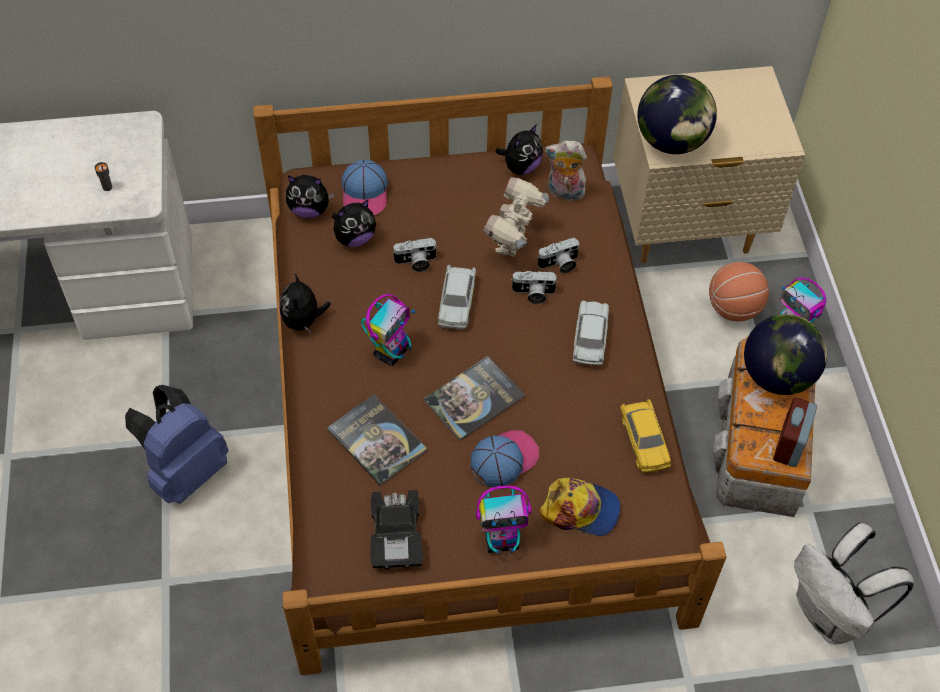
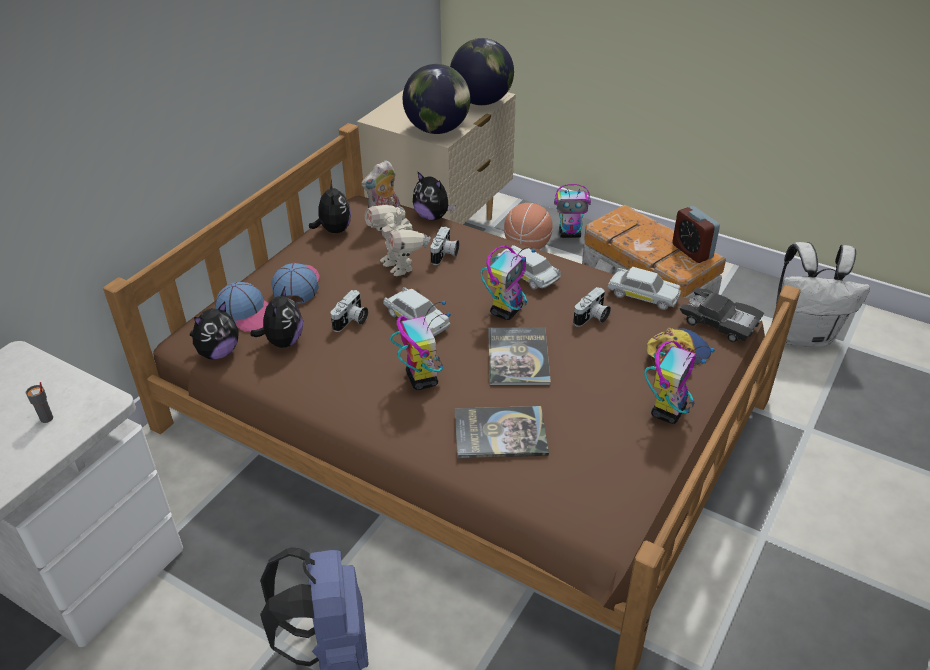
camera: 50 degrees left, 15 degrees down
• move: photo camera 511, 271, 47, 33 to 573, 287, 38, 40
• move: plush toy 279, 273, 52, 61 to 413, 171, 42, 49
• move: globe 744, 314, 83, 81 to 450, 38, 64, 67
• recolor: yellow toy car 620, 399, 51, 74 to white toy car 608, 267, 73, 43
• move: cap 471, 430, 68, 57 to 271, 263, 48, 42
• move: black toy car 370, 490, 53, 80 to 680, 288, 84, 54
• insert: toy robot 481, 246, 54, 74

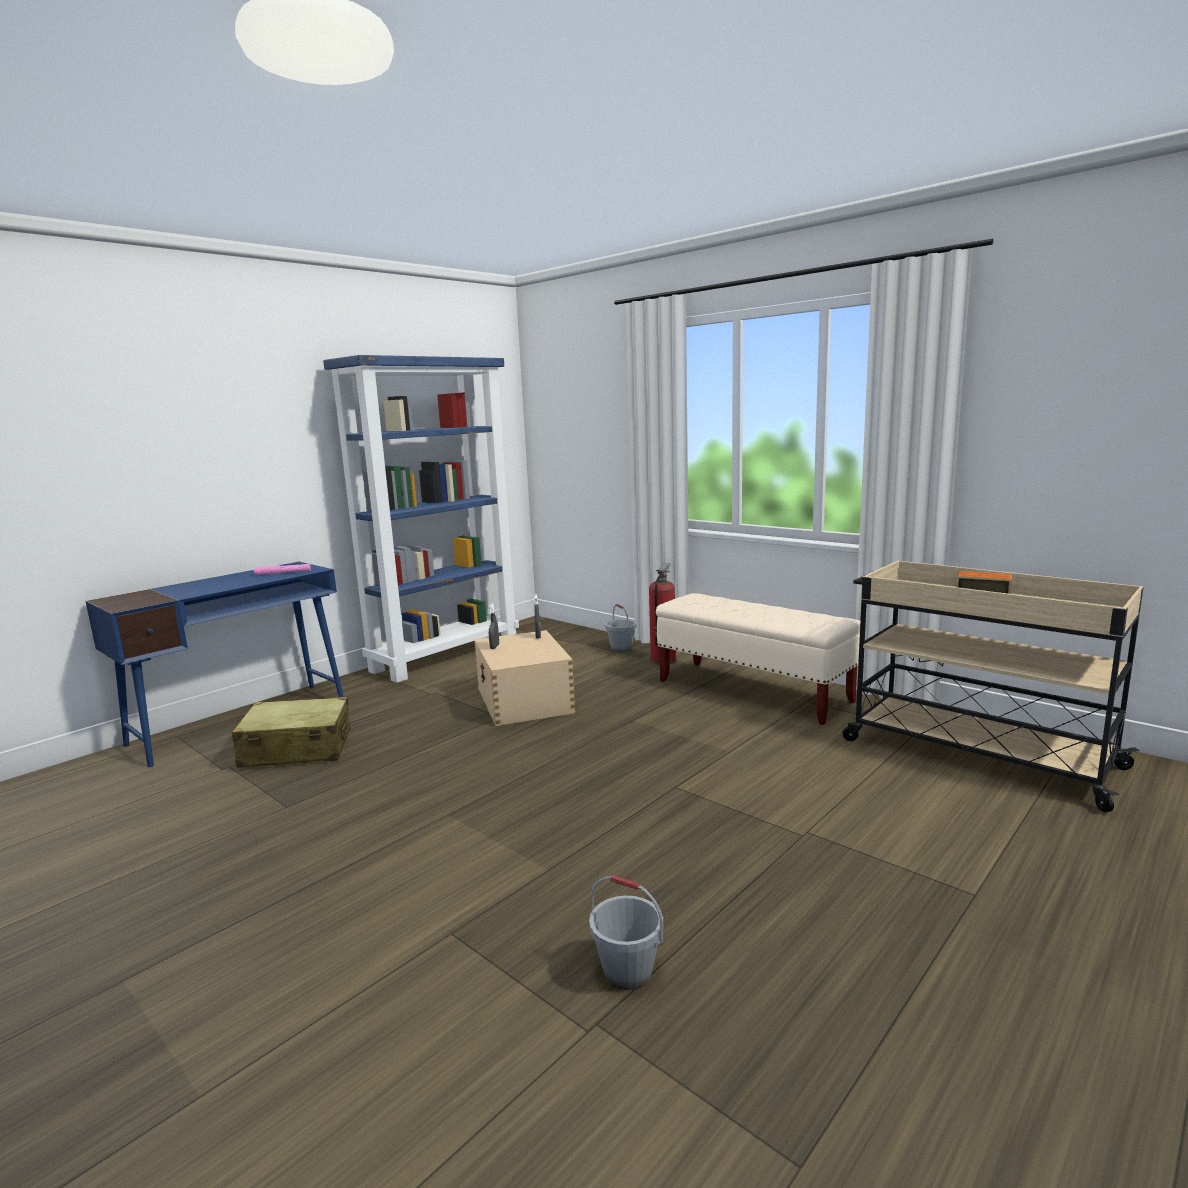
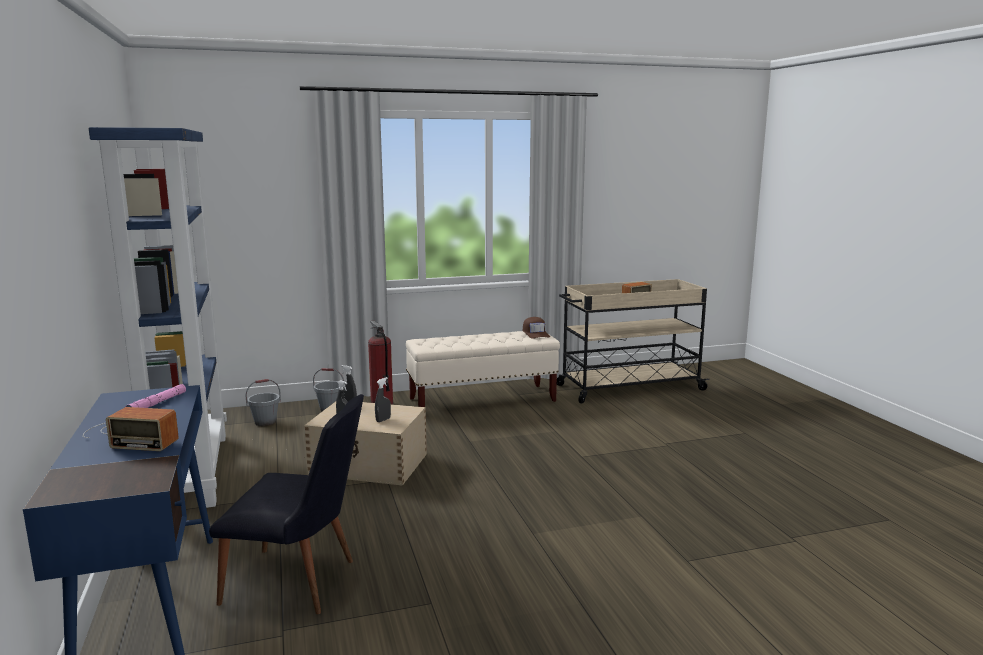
camera: 60 degrees left, 0 degrees up
• replace: beige suitcase 232, 697, 119, 71 to black chair 209, 394, 155, 220
• move: grey bucket 589, 875, 74, 115 to 245, 379, 36, 47
• insert: brown cap 523, 317, 27, 21
• insert: grey spray bottle 375, 377, 16, 45
• insert: radio 82, 407, 97, 44

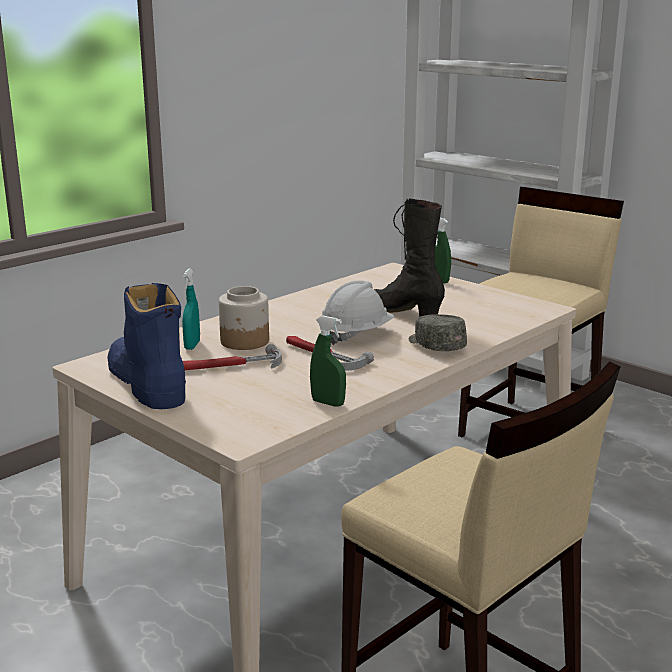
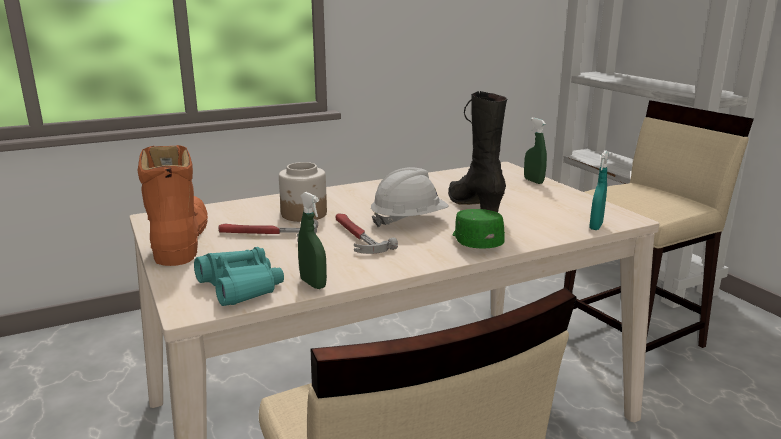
camera: 20 degrees right, 0 degrees up
• move: turquoise spray bottle 182, 268, 18, 82 to 589, 151, 20, 79
• recolor: blue boot 107, 283, 79, 126 to orange boot 137, 145, 71, 121
• recolor: grey cap 409, 314, 58, 37 to green cap 453, 209, 52, 40
• insert: turquoise binoculars 194, 247, 90, 59

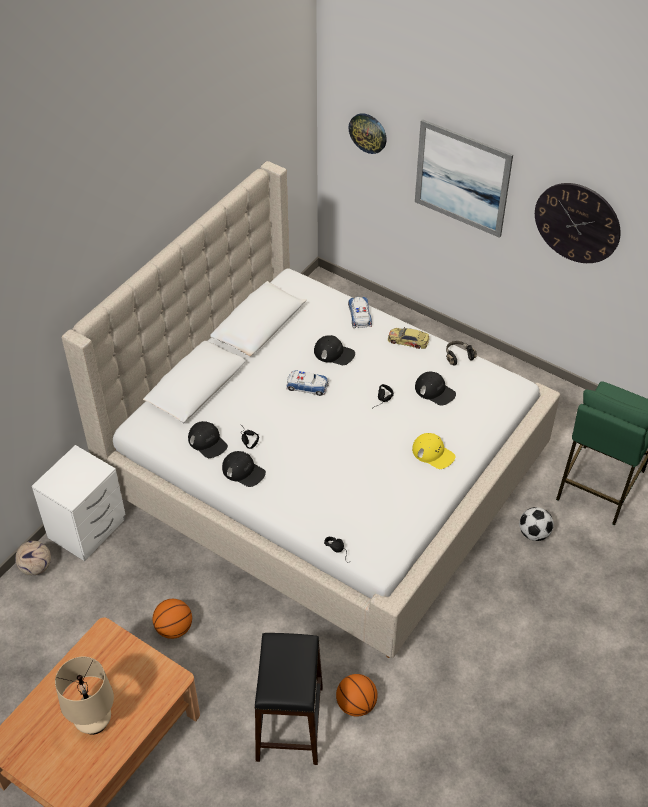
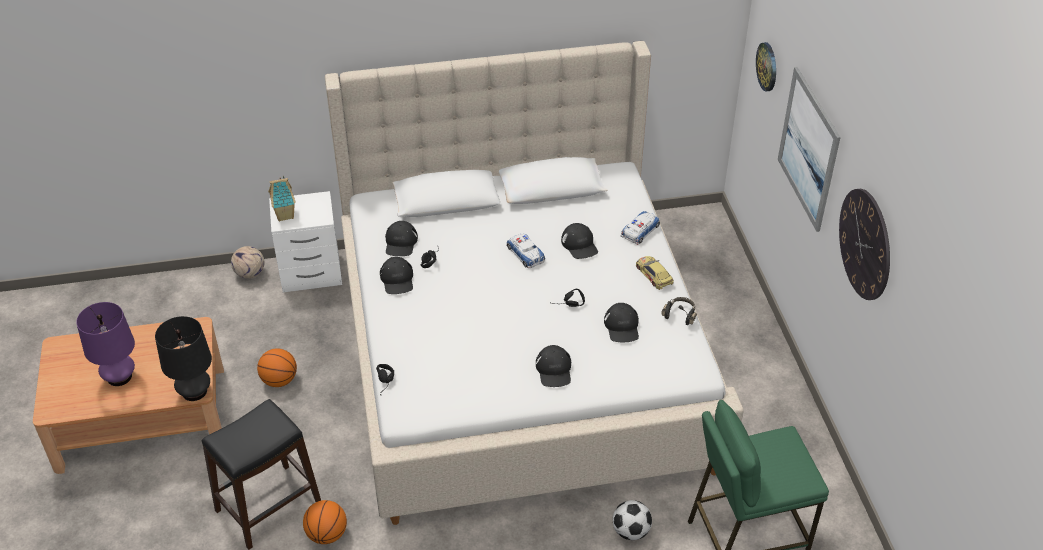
camera: 45 degrees right, 5 degrees down
• recolor: yellow cap 412, 433, 43, 36 to black cap 536, 345, 35, 42
• recolor: beige table lamp 55, 656, 59, 79 to purple table lamp 76, 302, 59, 84
• insert: toy house 268, 176, 28, 46
• insert: black table lamp 155, 316, 57, 85

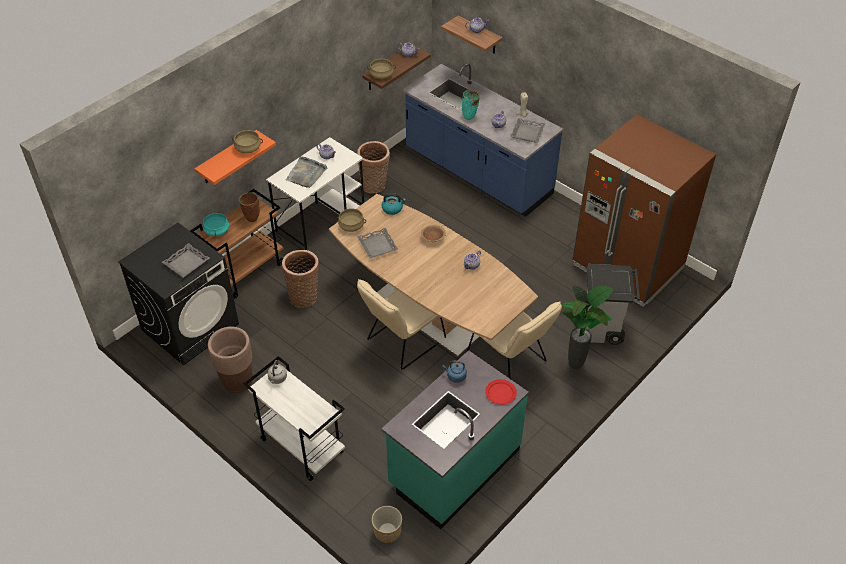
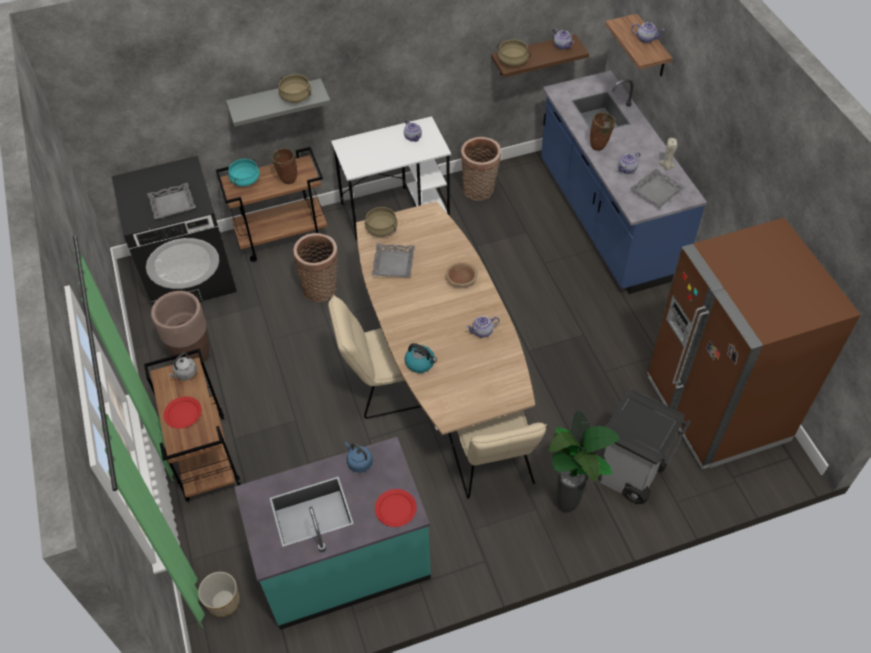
camera: 30 degrees right, 5 degrees up
• recolor: turquoise vase 462, 90, 18, 30 to brown vase 590, 112, 25, 39
• recolor: orange shelf 194, 130, 82, 55 to grey shelf 226, 79, 105, 48
• delete: grey tray 286, 156, 41, 32
• move: kettle 382, 193, 24, 22 to 405, 343, 32, 30
• recolor: white cart 244, 356, 101, 125 to brown cart 144, 348, 97, 154
• insert: red plate 164, 397, 38, 32

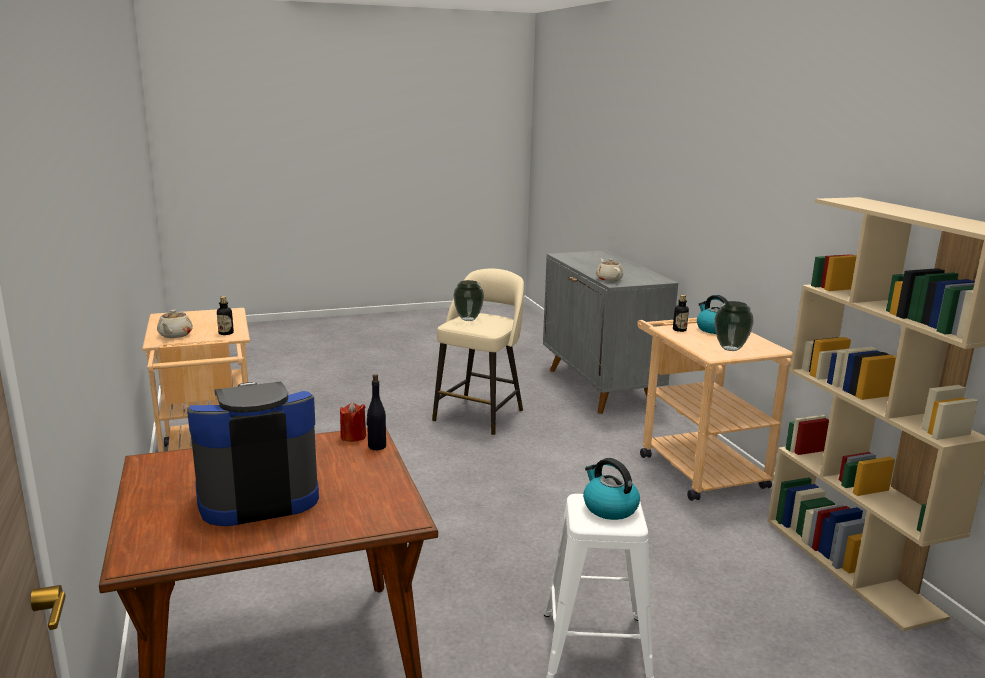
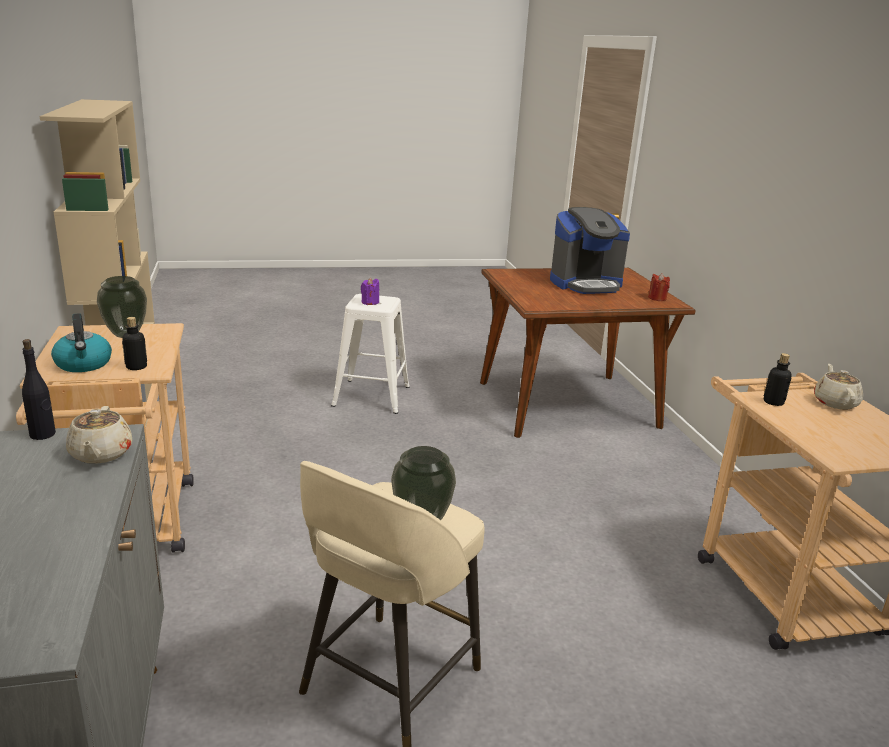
camera: 175 degrees left, 5 degrees up
• move: black bottle 367, 374, 19, 76 to 22, 339, 34, 101
• move: red candle 340, 402, 26, 40 to 648, 273, 22, 28
• replace: kettle 583, 458, 57, 62 to purple candle 361, 278, 18, 27

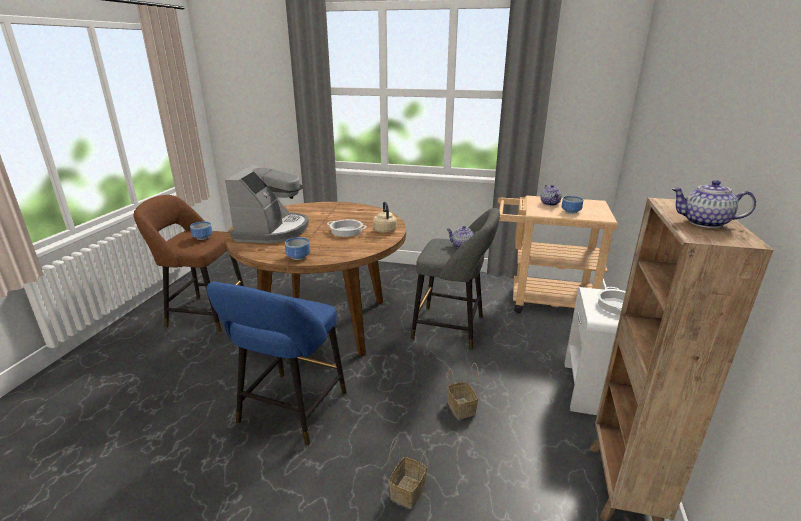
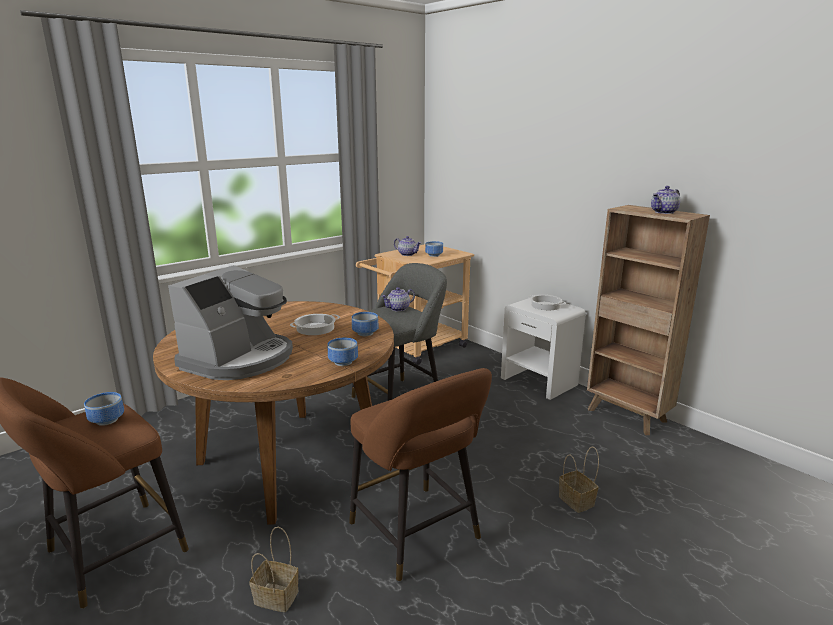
camera: 55 degrees left, 5 degrees down
• rotate: coffee machine 225, 165, 84, 78 = 168, 265, 125, 115 75 degrees clockwise
• delete: beige kettle 373, 202, 24, 31
• recolor: blue stool 207, 282, 139, 164 to brown stool 349, 368, 143, 213
• move: basket 447, 363, 32, 56 to 249, 527, 50, 85
• insert: bowl 352, 312, 27, 24

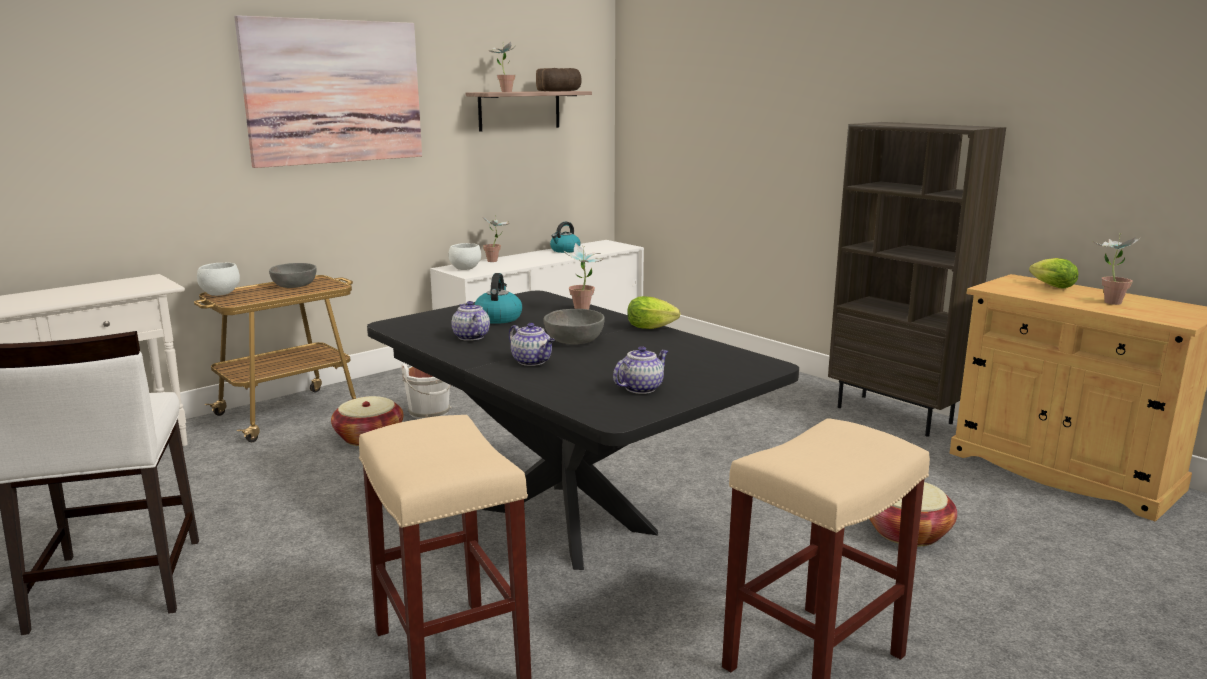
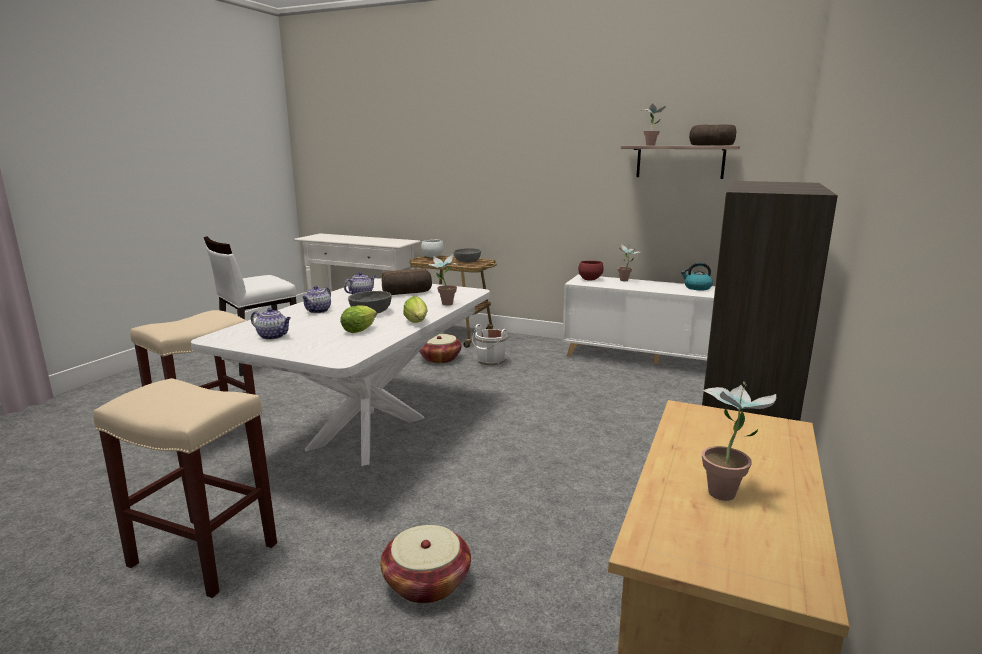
camera: 65 degrees right, 0 degrees up
• delete: picture 234, 15, 188, 153
• recolor: white bowl 449, 243, 32, 27 to red bowl 578, 261, 25, 20
• move: lettuce 1029, 258, 49, 31 to 340, 305, 37, 28
• replace: kettle 474, 273, 48, 51 to bread 382, 268, 50, 27
• recolor: black dining table 367, 291, 432, 279 to white dining table 191, 278, 299, 188

